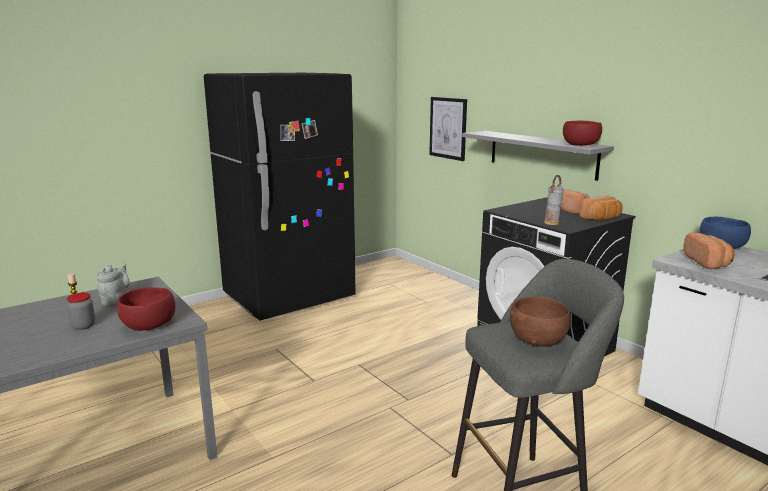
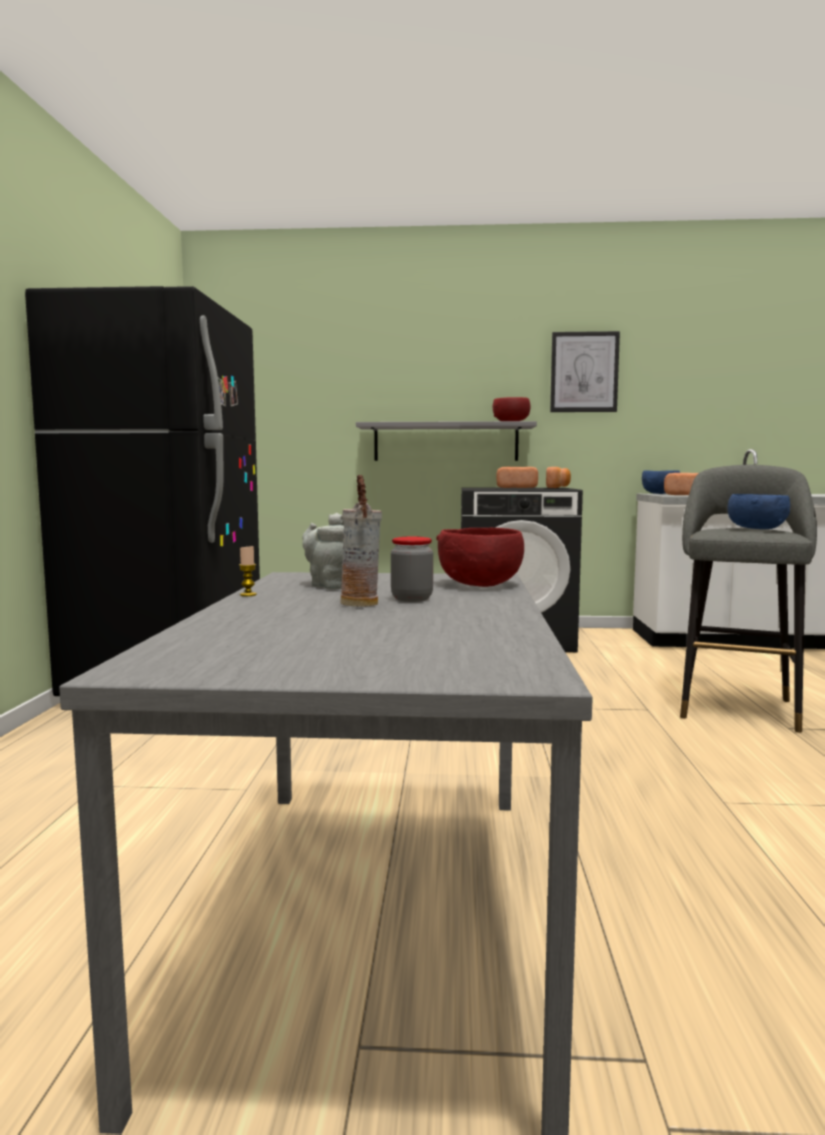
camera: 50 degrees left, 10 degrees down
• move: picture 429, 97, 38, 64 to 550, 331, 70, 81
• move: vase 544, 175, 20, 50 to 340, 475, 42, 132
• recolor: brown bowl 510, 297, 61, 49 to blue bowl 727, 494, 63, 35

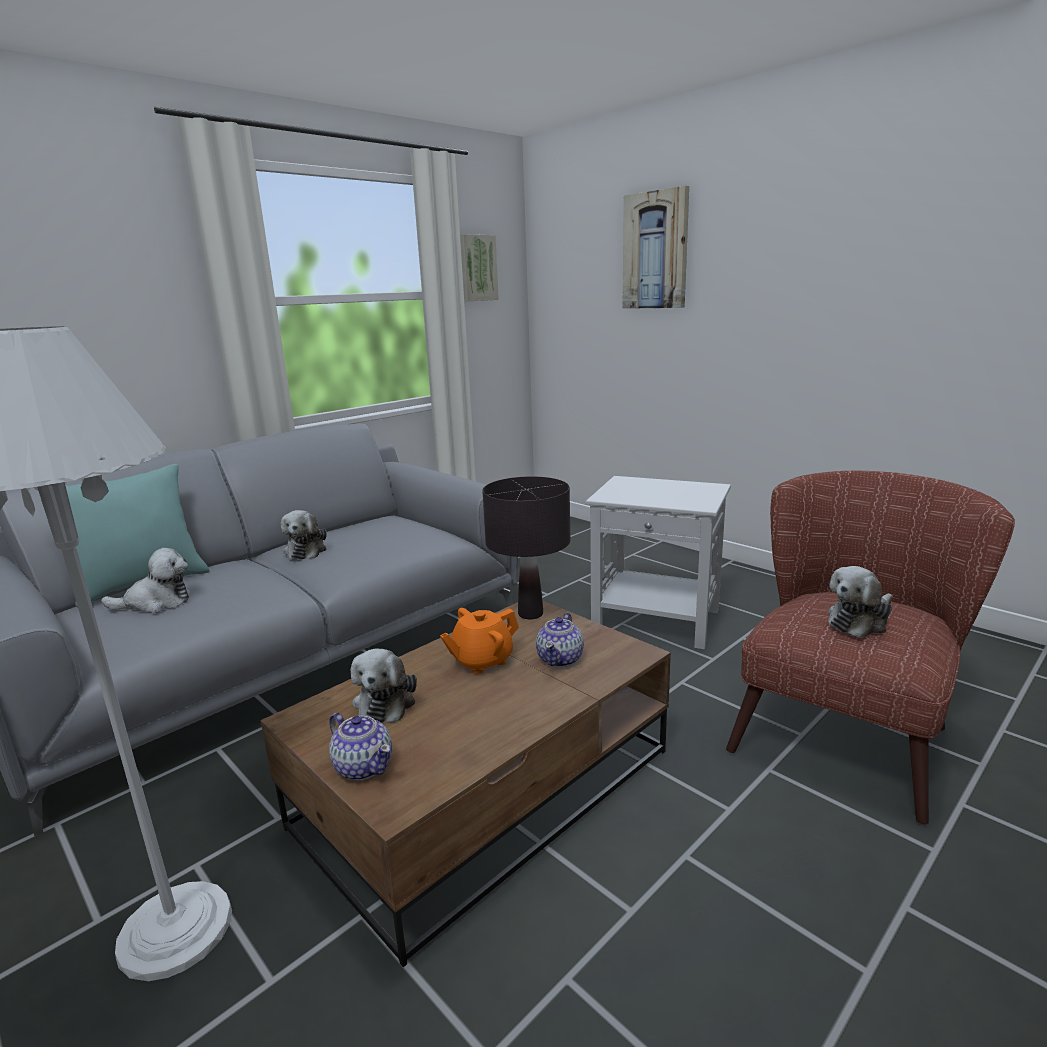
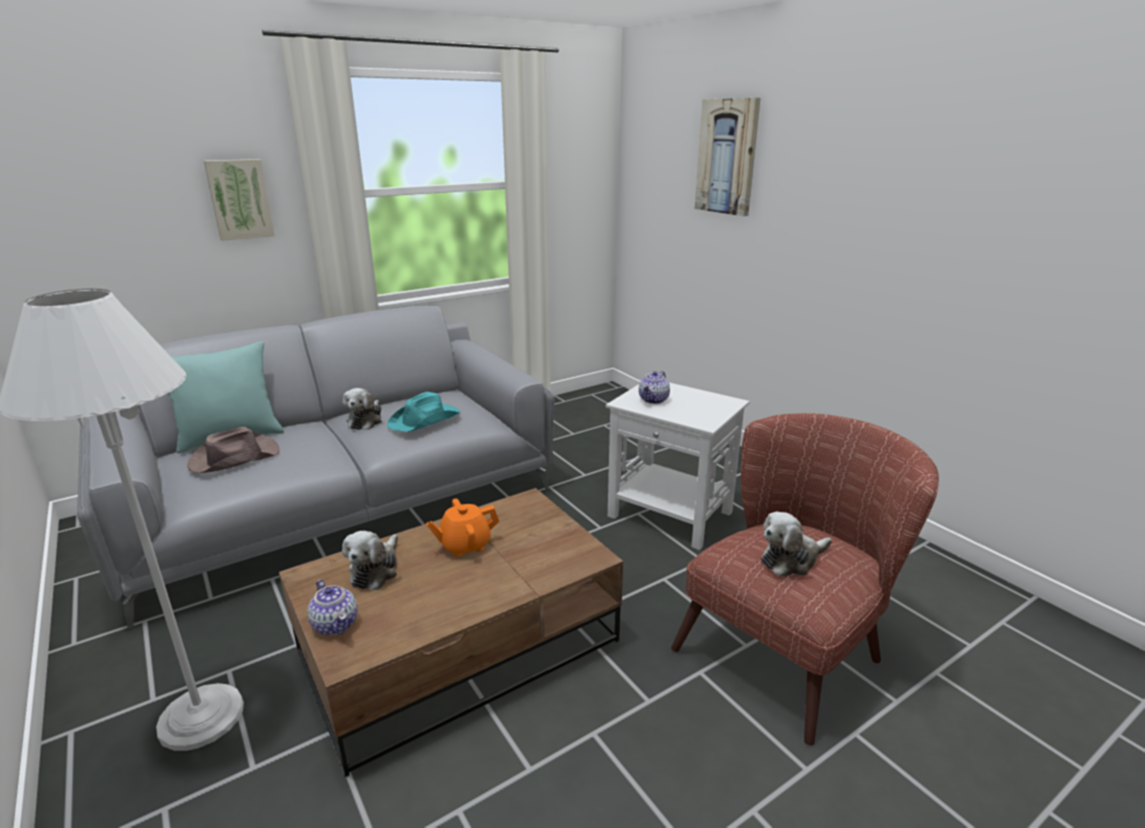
camera: 10 degrees right, 5 degrees up
• move: picture 460, 234, 39, 68 to 204, 159, 71, 82
• delete: black table lamp 482, 476, 88, 143
• replace: plush toy 101, 548, 90, 65 to brown hat 187, 427, 92, 46
• move: teapot 536, 613, 48, 54 to 639, 371, 31, 33
• insert: turquoise hat 387, 392, 74, 40

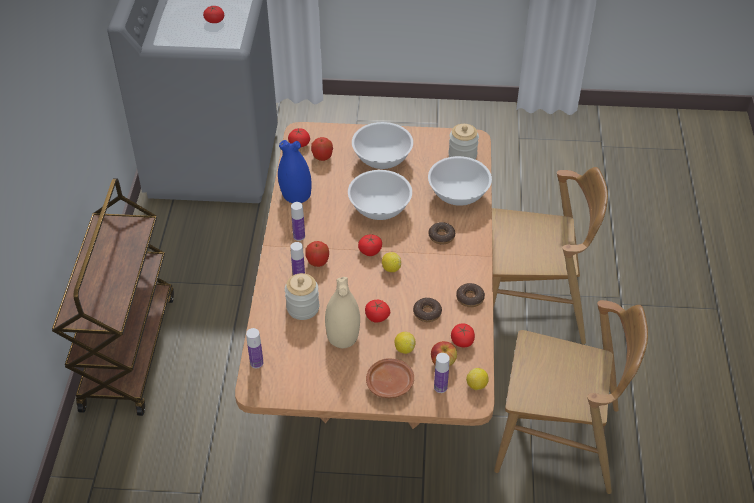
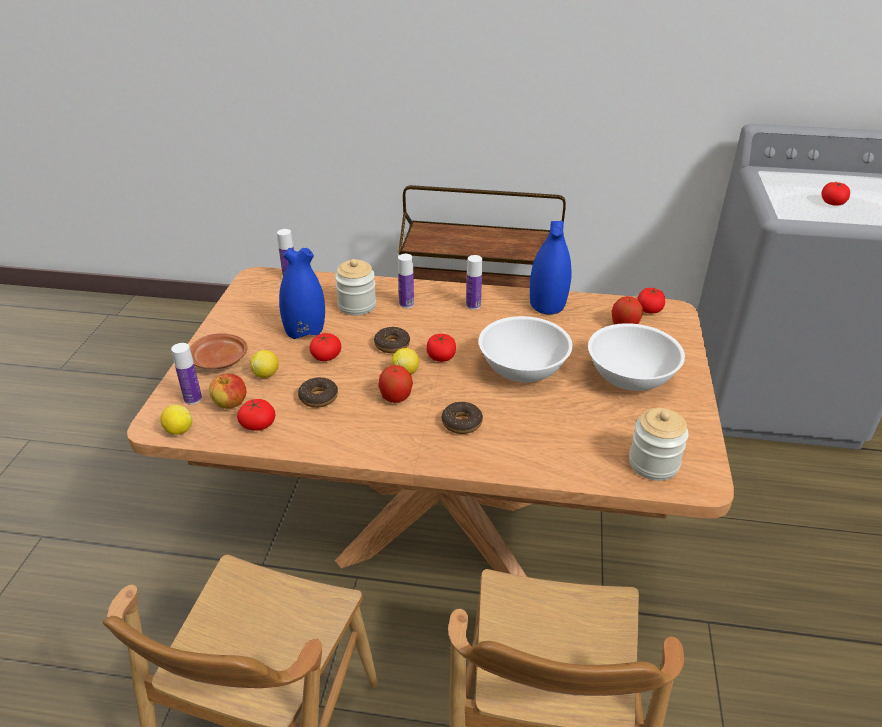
camera: 95 degrees right, 10 degrees down
• delete: white bowl 428, 156, 64, 50
• move: apple 306, 241, 23, 26 to 378, 365, 35, 38
• recolor: beige vase 325, 277, 35, 71 to blue vase 279, 248, 46, 91
• move: donut 456, 283, 29, 24 to 374, 327, 36, 26

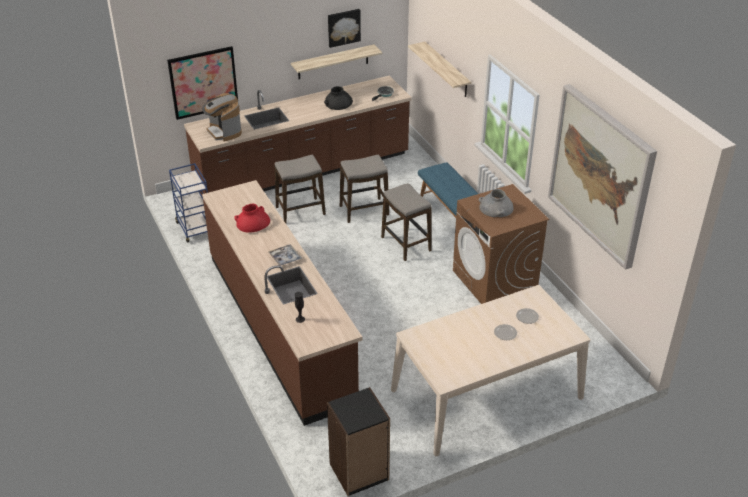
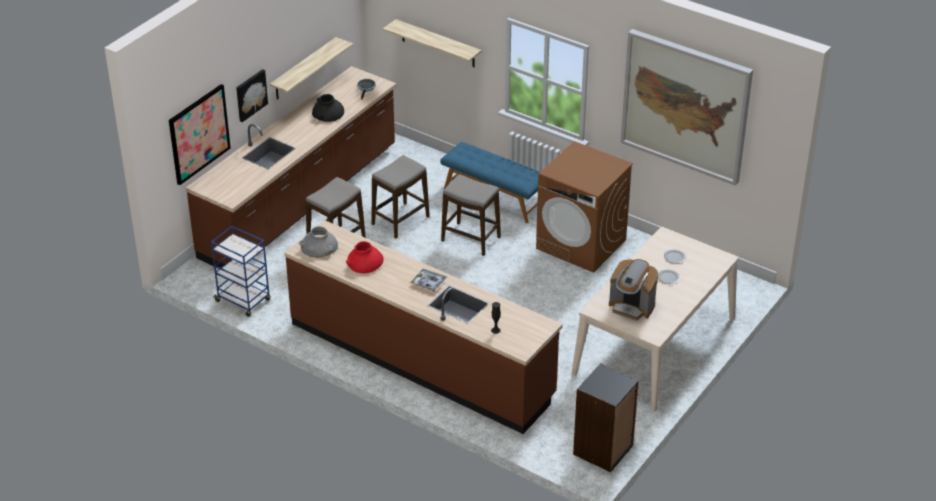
camera: 30 degrees left, 0 degrees up
• move: picture 328, 9, 33, 39 to 236, 69, 32, 53
• move: coffee machine 202, 93, 40, 49 to 609, 259, 49, 62
• move: grey vase 479, 189, 35, 28 to 299, 226, 39, 32

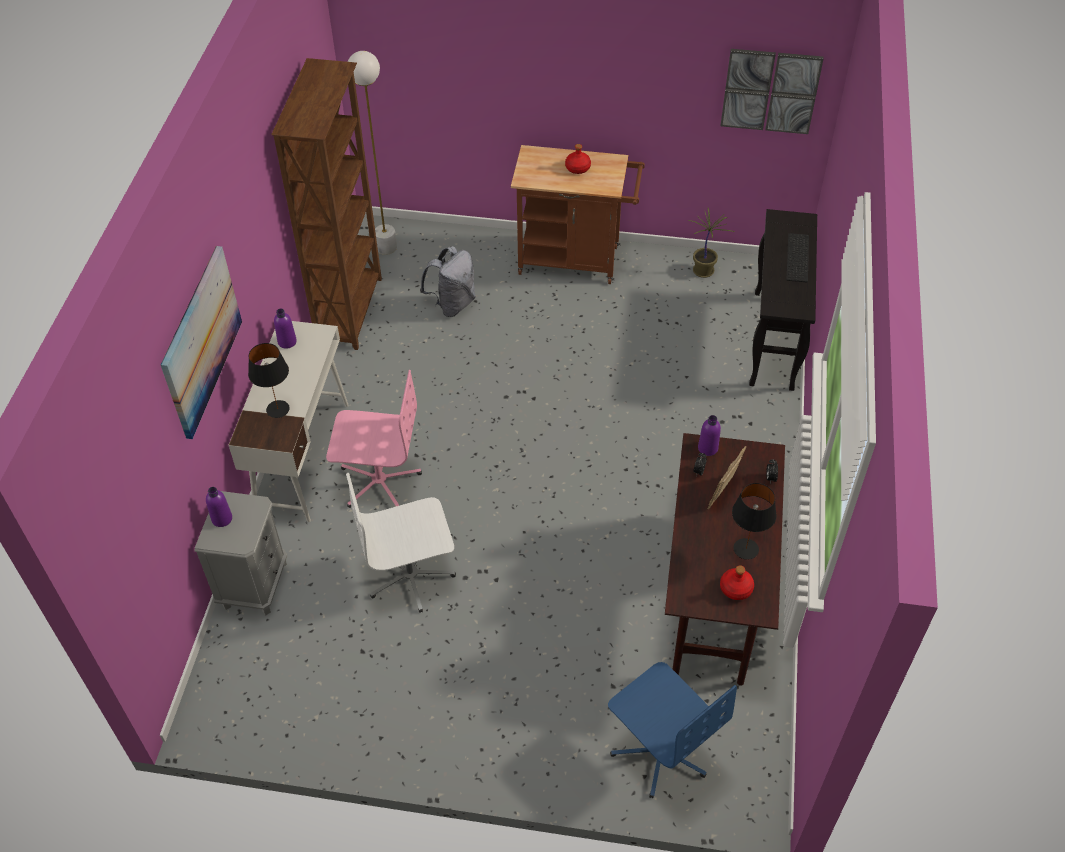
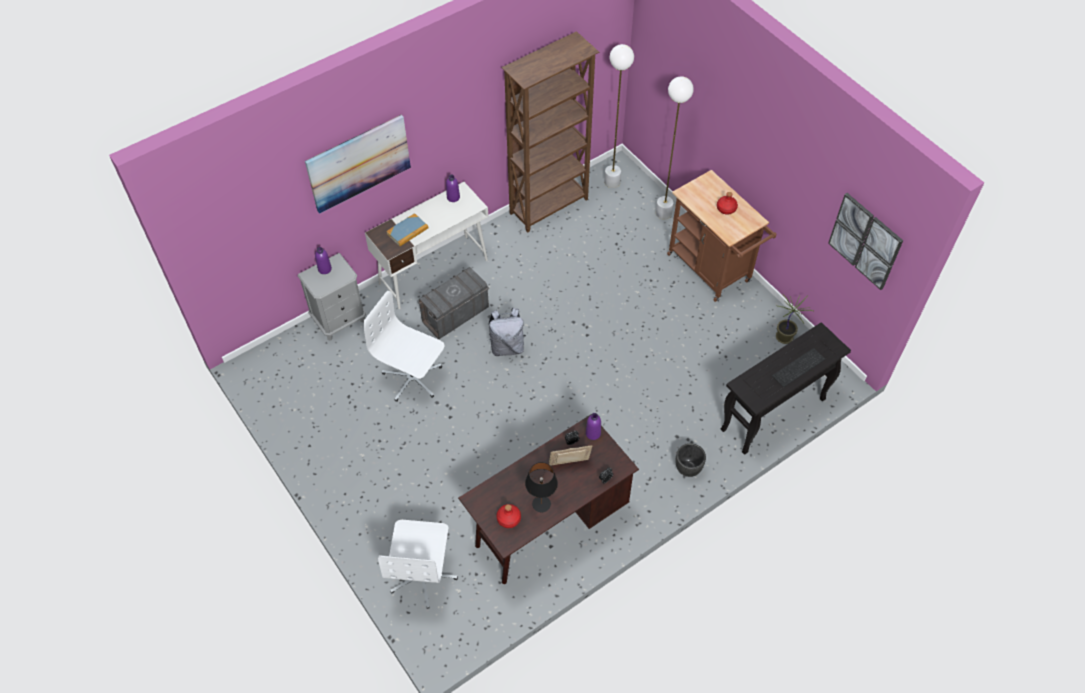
camera: 45 degrees right, 5 degrees up
• move: grey backpack 420, 246, 55, 71 to 489, 308, 37, 48
• replace: black table lamp 248, 343, 42, 75 to book 386, 213, 42, 33
• replace: pink office chair 326, 370, 96, 138 to grey storage box 418, 267, 71, 72
• recolor: blue office chair 608, 662, 129, 136 to white office chair 378, 520, 80, 89
• insert: white floor lamp 656, 76, 38, 143
• insert: black planter 675, 443, 31, 34

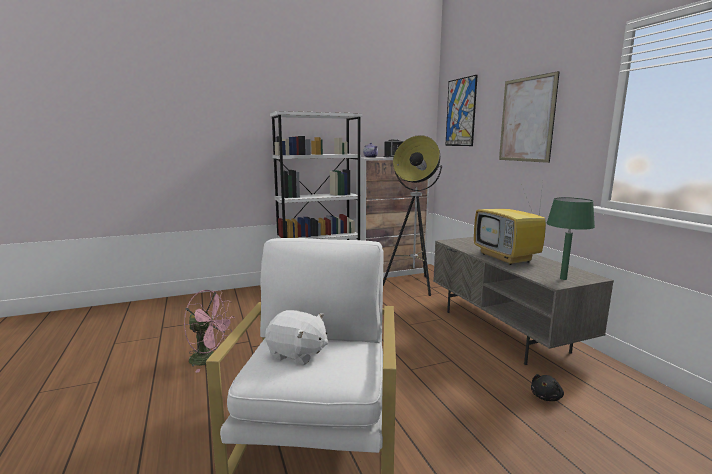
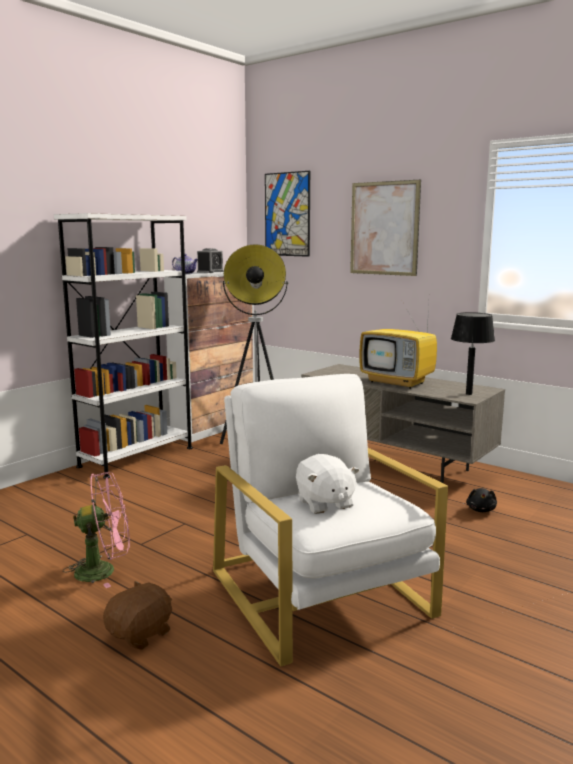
camera: 30 degrees left, 0 degrees up
• recolor: green table lamp 547, 197, 48, 83 to black table lamp 451, 312, 44, 83
• rotate: white plush toy 265, 310, 63, 55 = 296, 454, 63, 60 75 degrees clockwise
• insert: brown plush toy 103, 581, 69, 69

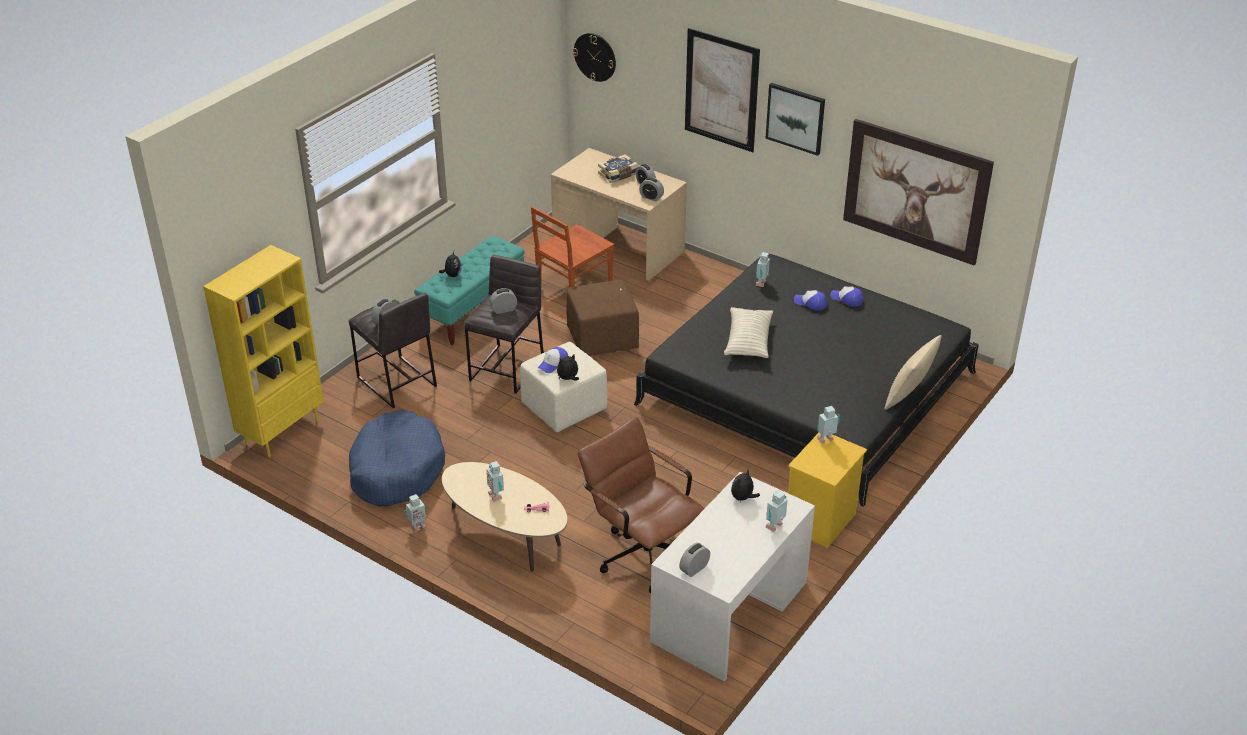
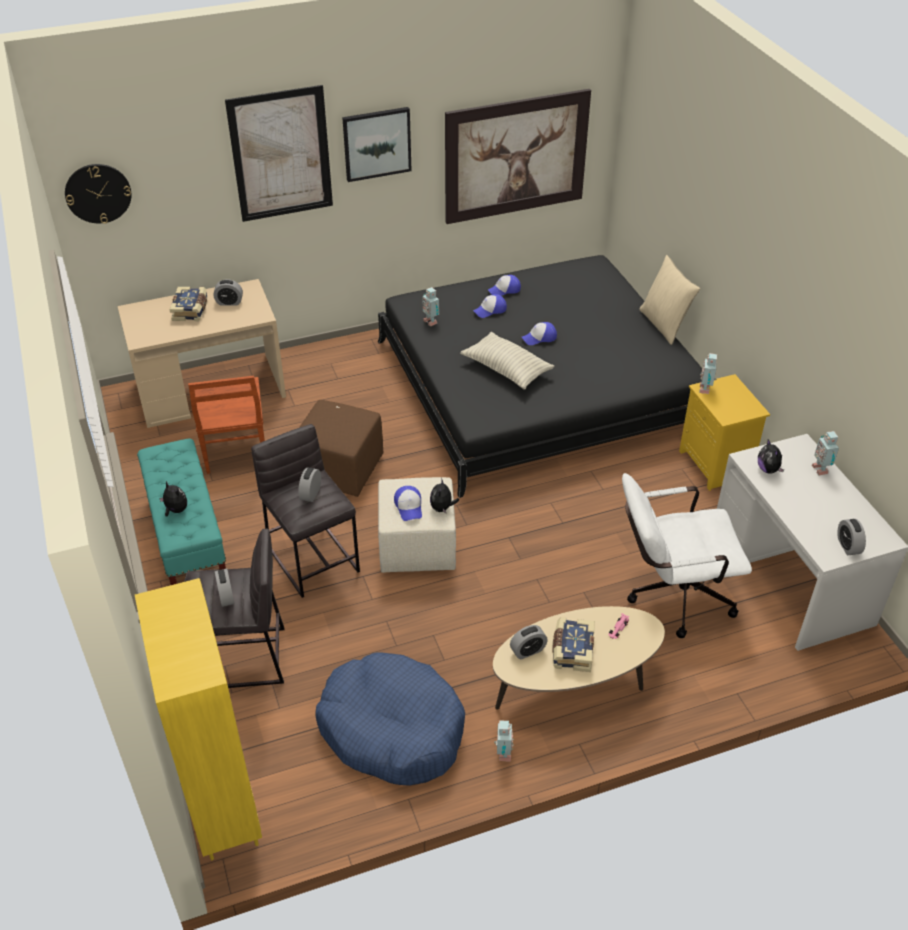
camera: 55 degrees left, 5 degrees up
• move: alarm clock 639, 177, 25, 24 to 510, 625, 38, 34
• recolor: brown office chair 578, 417, 126, 176 to white office chair 622, 473, 130, 165
• replace: toy robot 486, 461, 18, 41 to book 552, 617, 43, 55
• insert: cap 522, 322, 35, 23

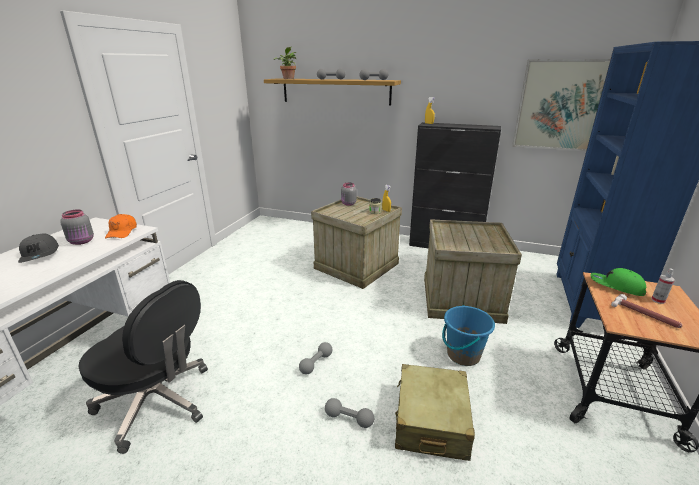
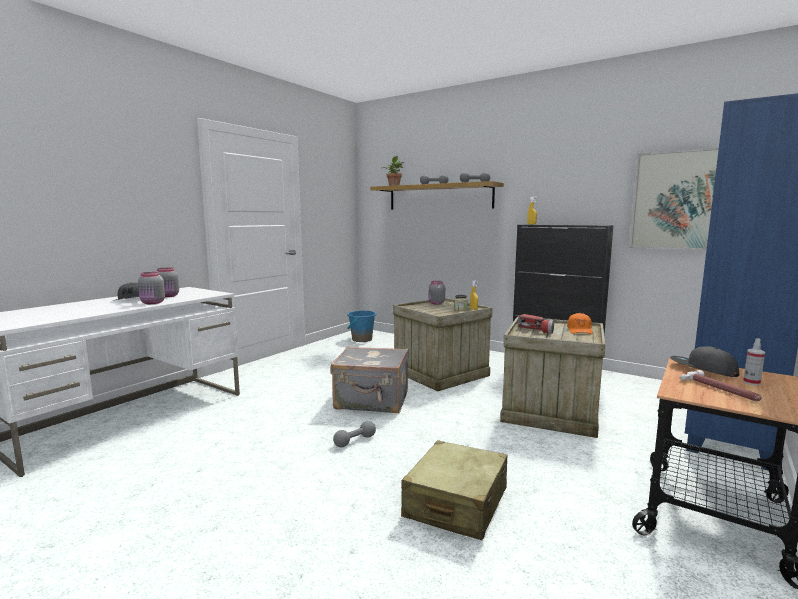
camera: 15 degrees right, 15 degrees down
• move: orange cap 105, 214, 32, 24 to 567, 313, 26, 22
• recolor: green cap 590, 268, 57, 28 to grey cap 670, 346, 69, 31
• delete: black office chair 78, 280, 130, 174
• move: blue bucket 442, 305, 53, 61 to 347, 311, 29, 31
• delete: grey dumbbell 325, 398, 49, 30
• insert: grey jar 138, 272, 27, 32
• insert: flashlight 516, 314, 38, 20
• insert: grey suitcase 330, 346, 79, 67

